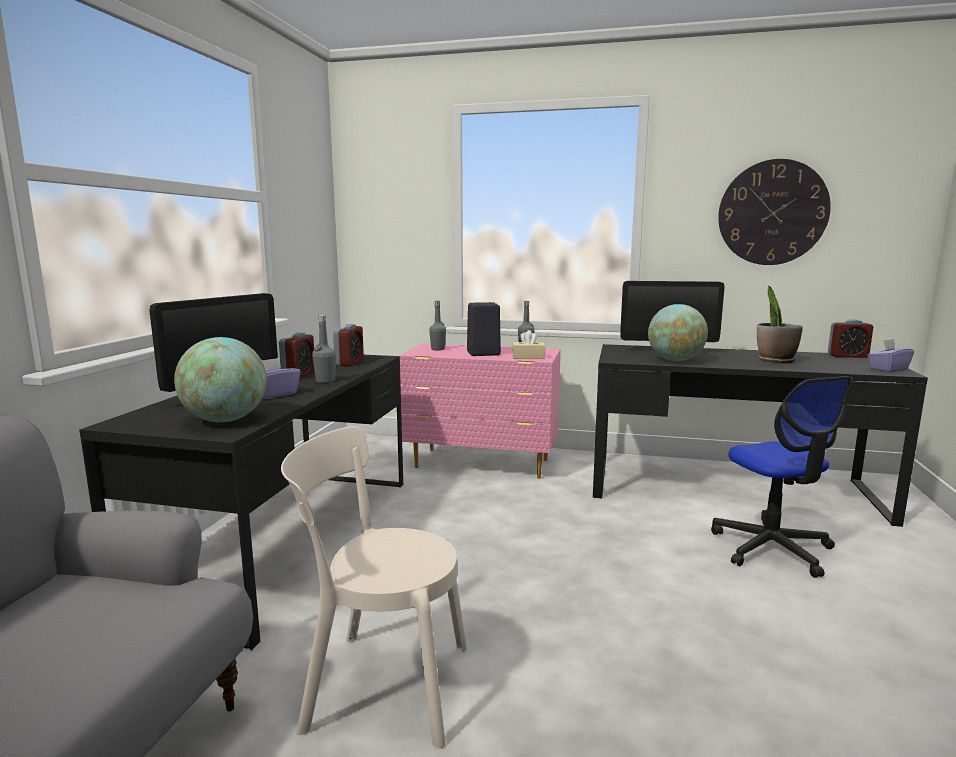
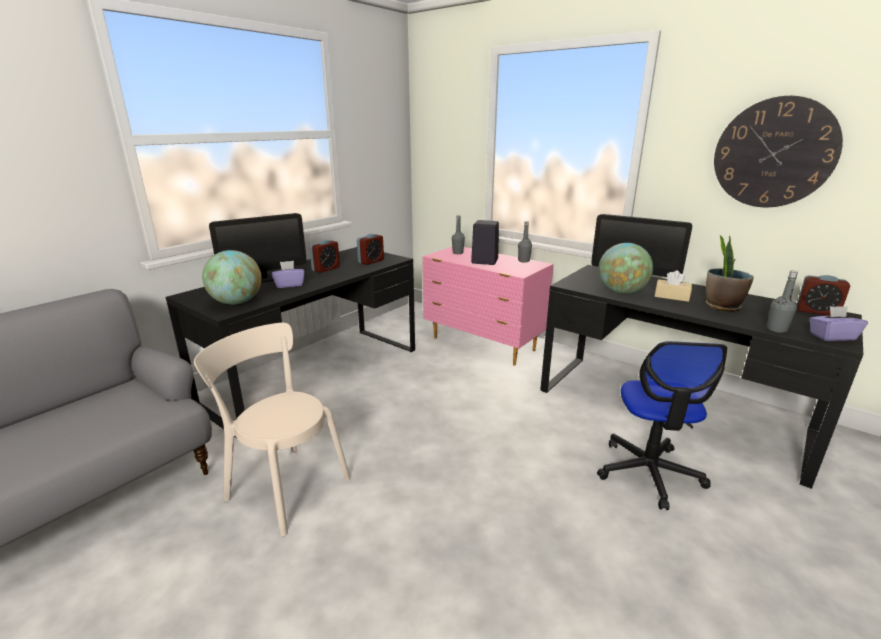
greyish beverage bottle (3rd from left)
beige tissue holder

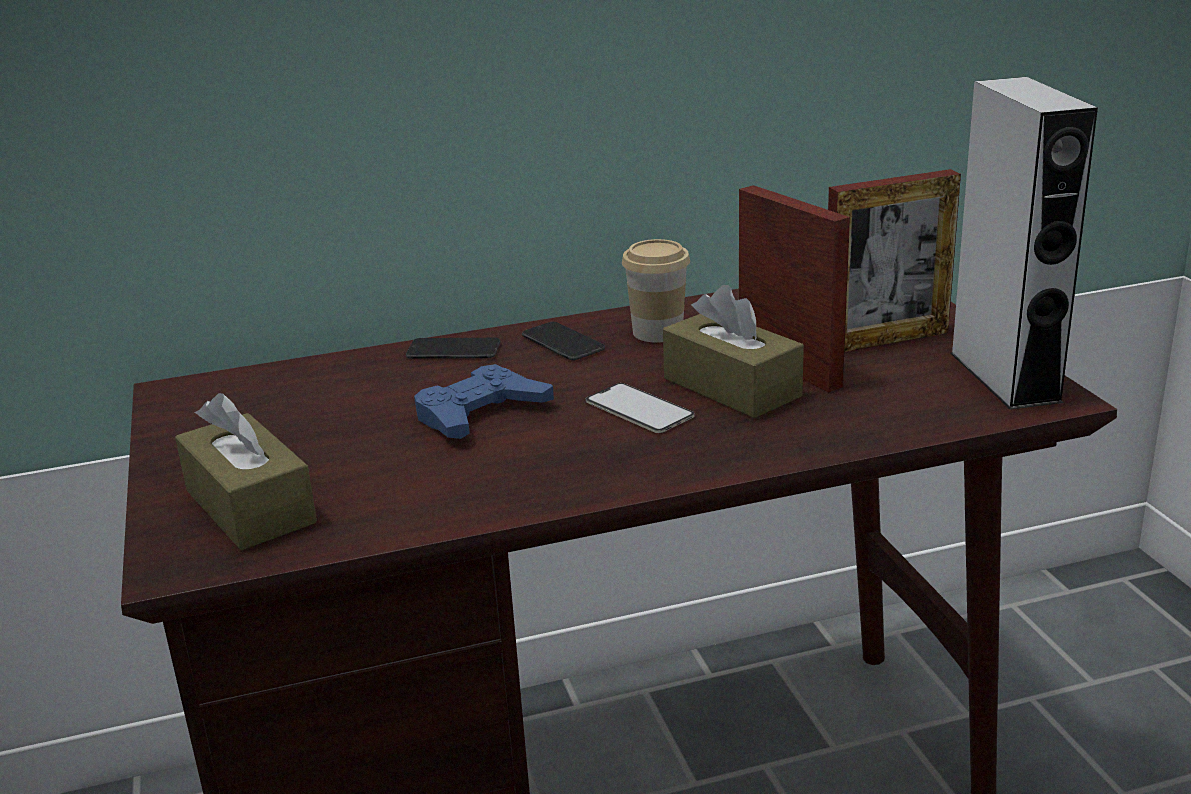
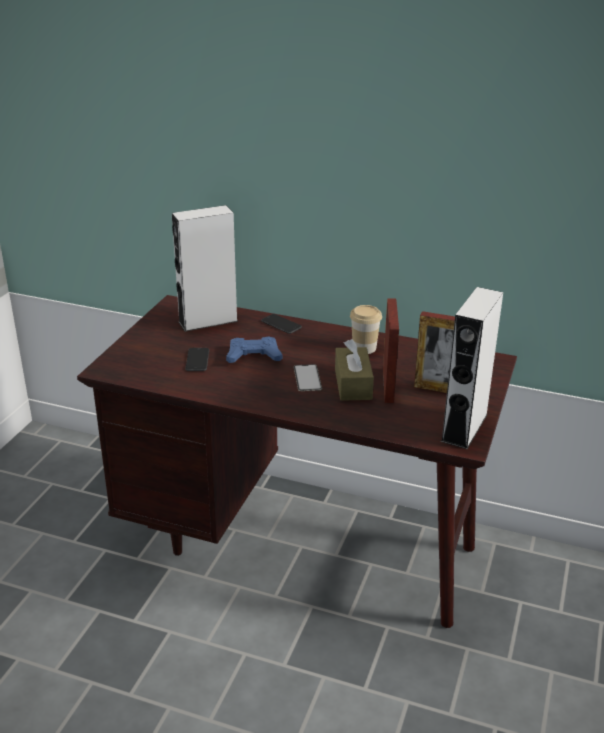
phone (1st from left)
brownish tissue holder (1st from left in the first image)
greyish audio speaker (1st from left)

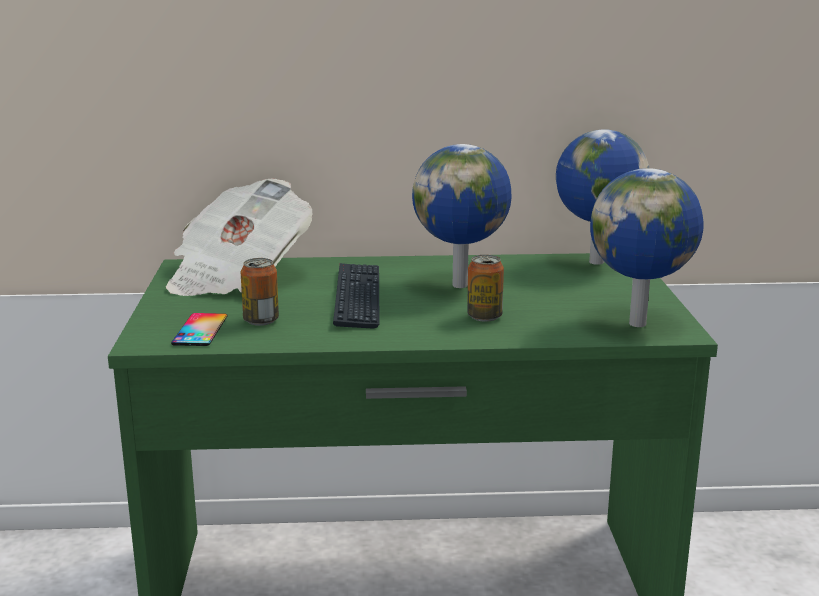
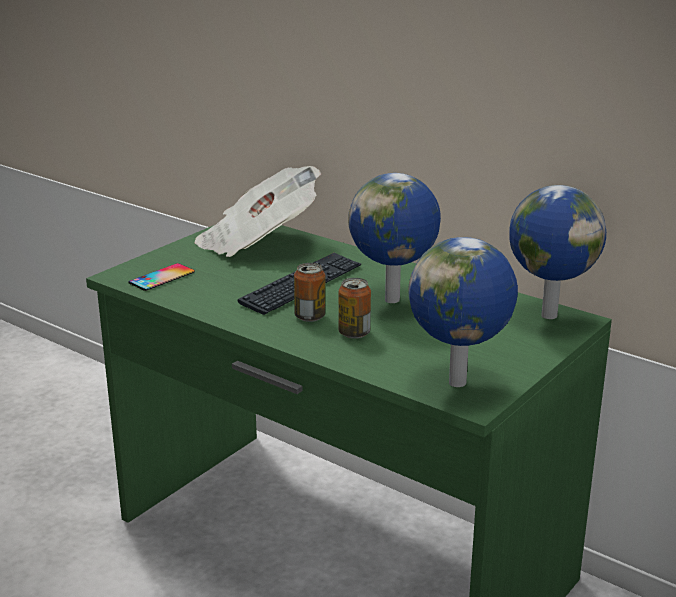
can (1st from left)

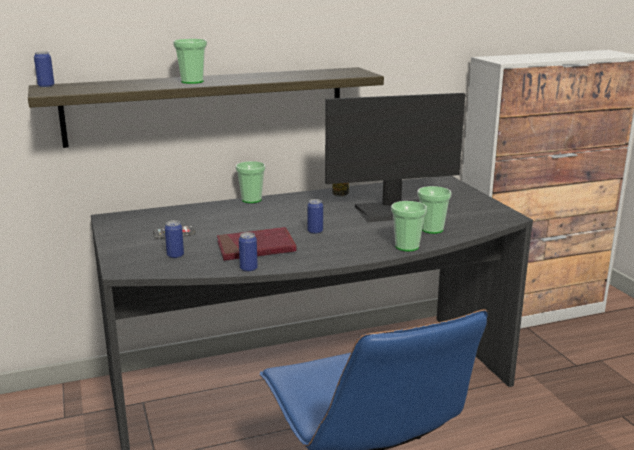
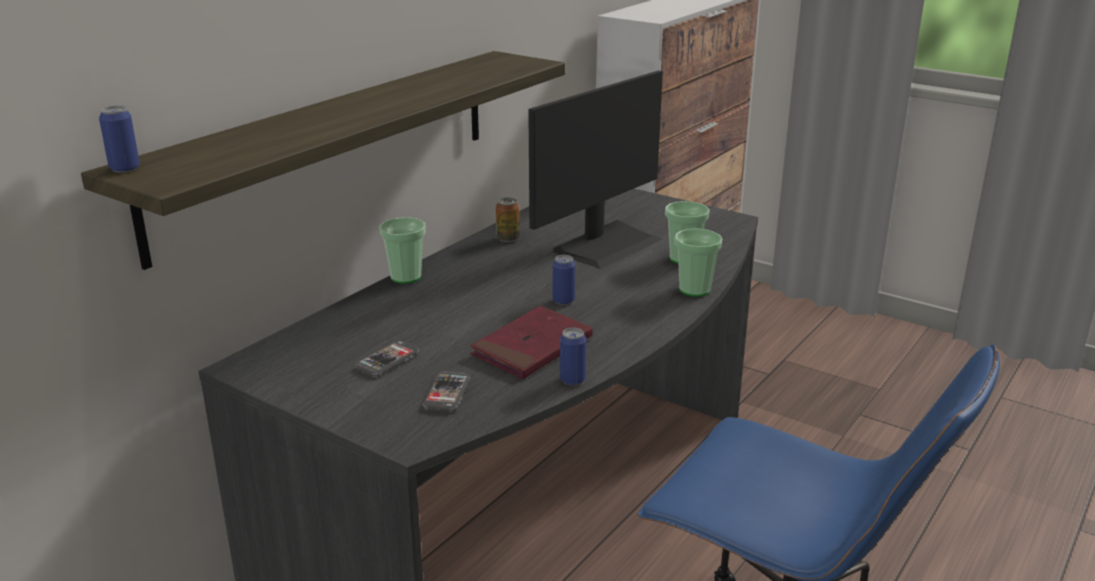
cup (1st from left in the first image)
phone (2nd from left)

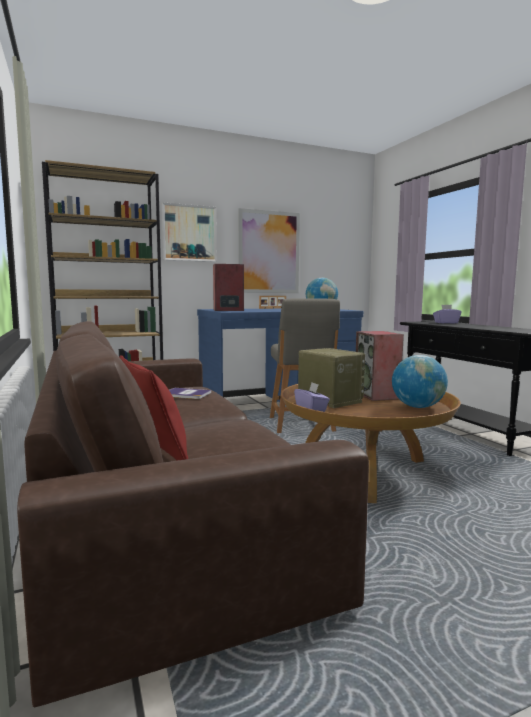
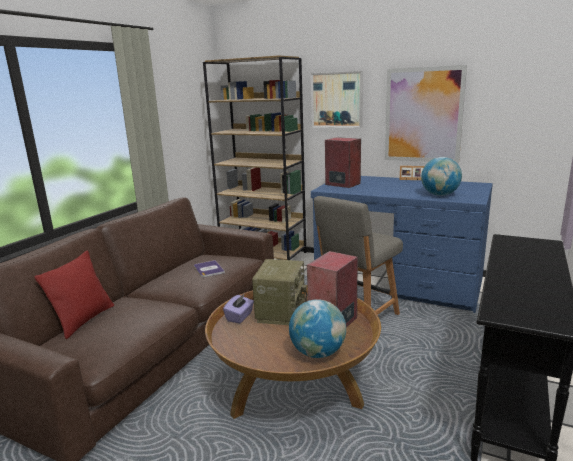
purple-coloured tissue holder (2nd from left in the first image)

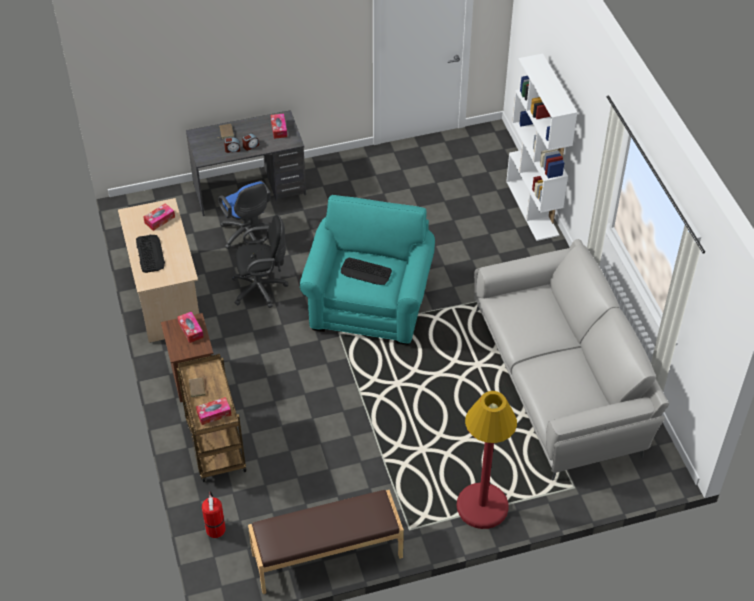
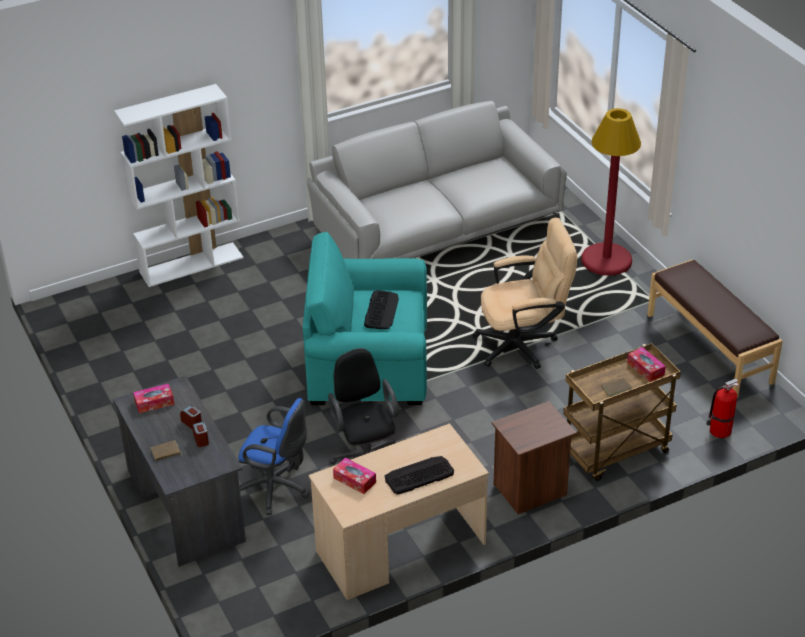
blue-coloured computer chair
tissue holder (2nd from left in the first image)
beige computer chair

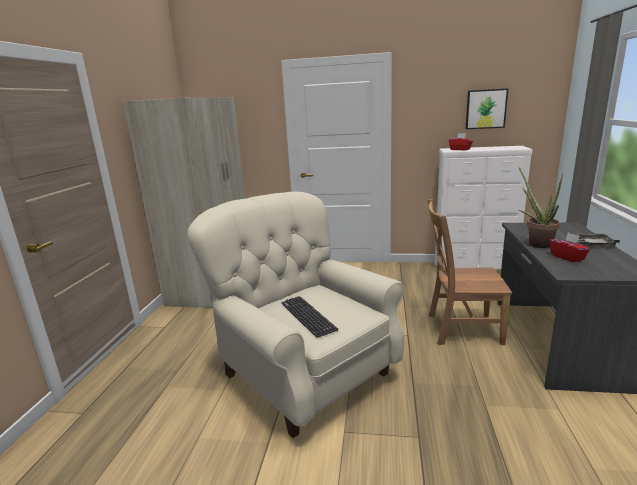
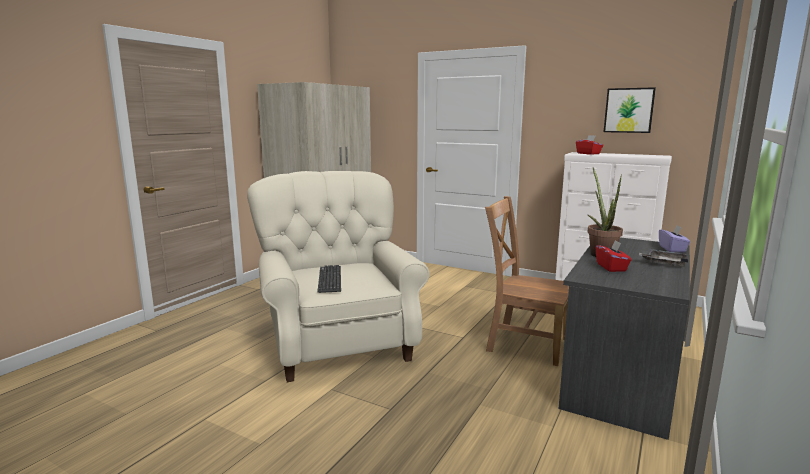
purple-coloured tissue holder

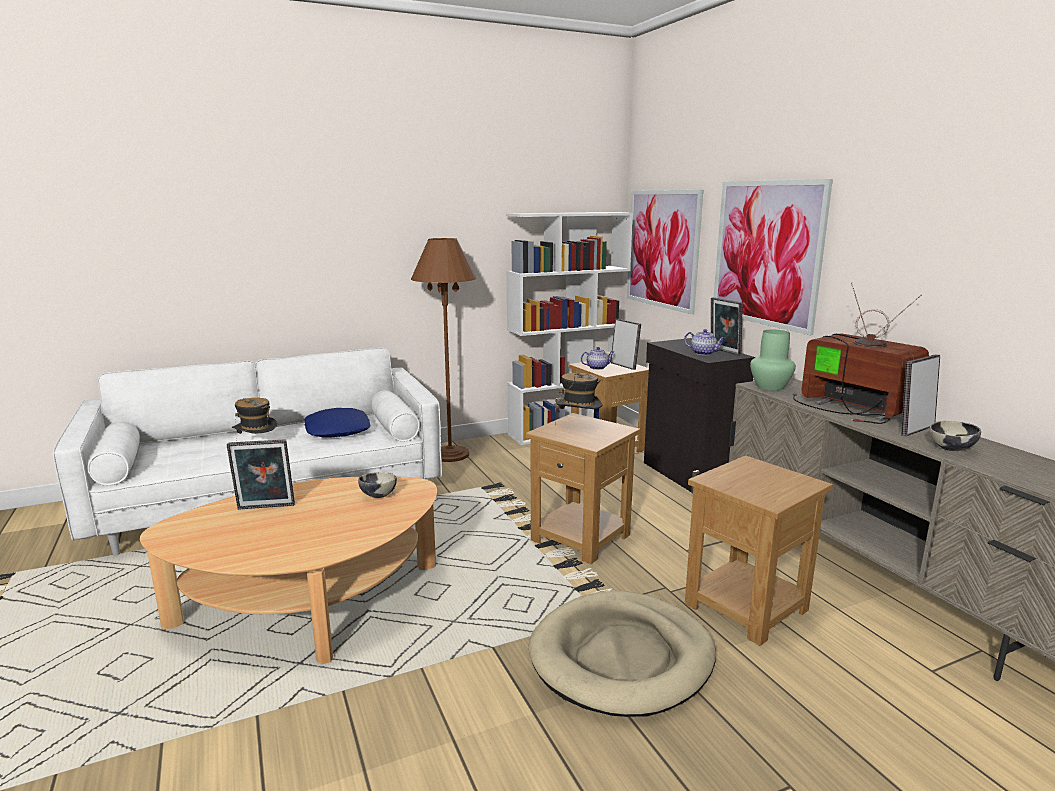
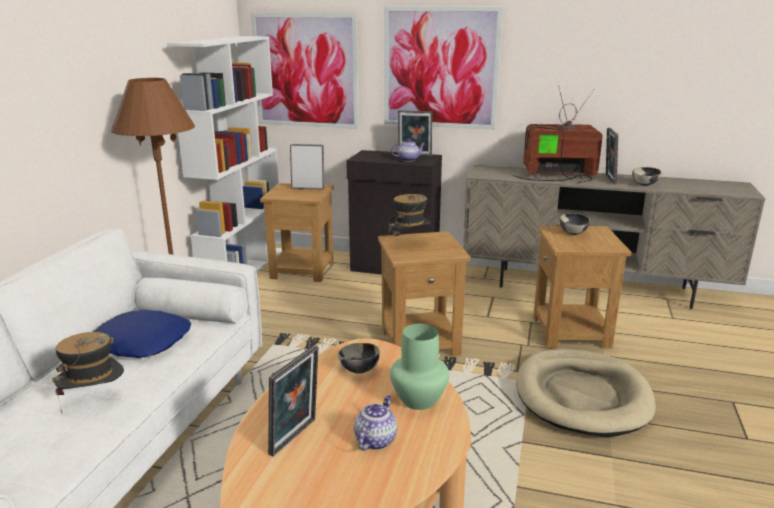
greenish flower vase
pot for tea (1st from left)
serving bowl (2nd from left)

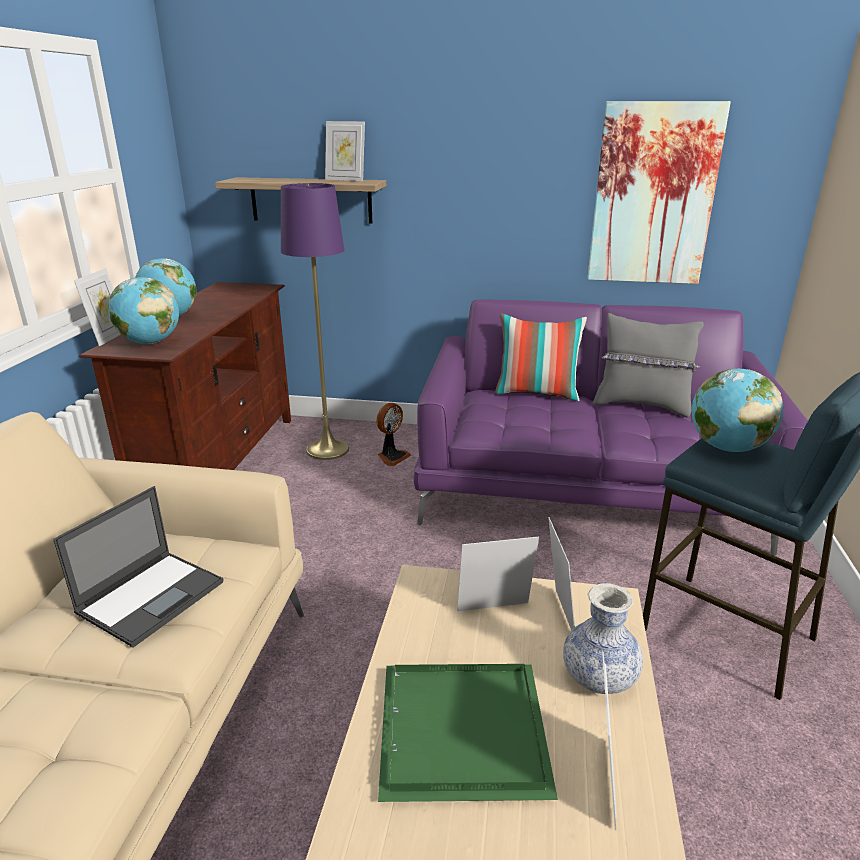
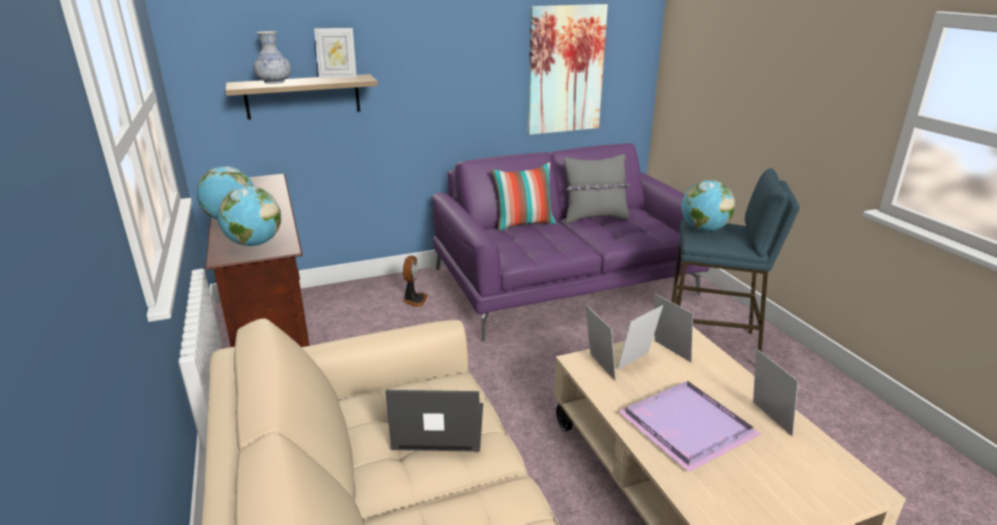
purple-coloured standard lamp
photo frame (2nd from left)
portable computer
flower vase
purple-coloured tray

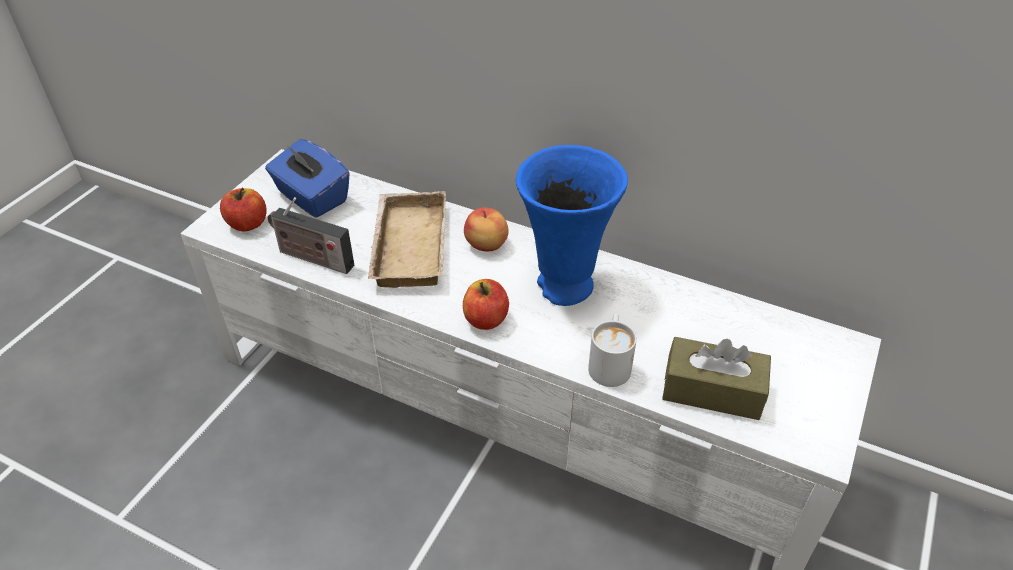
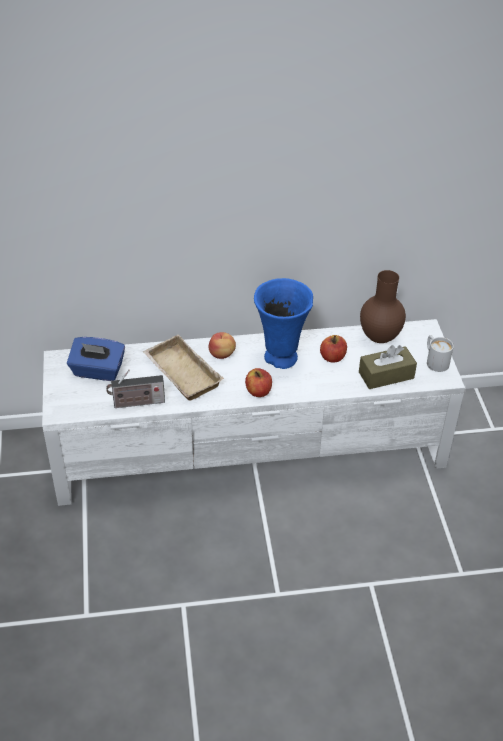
apple fruit (3rd from left)
whitish tea mug
brownish flower vase

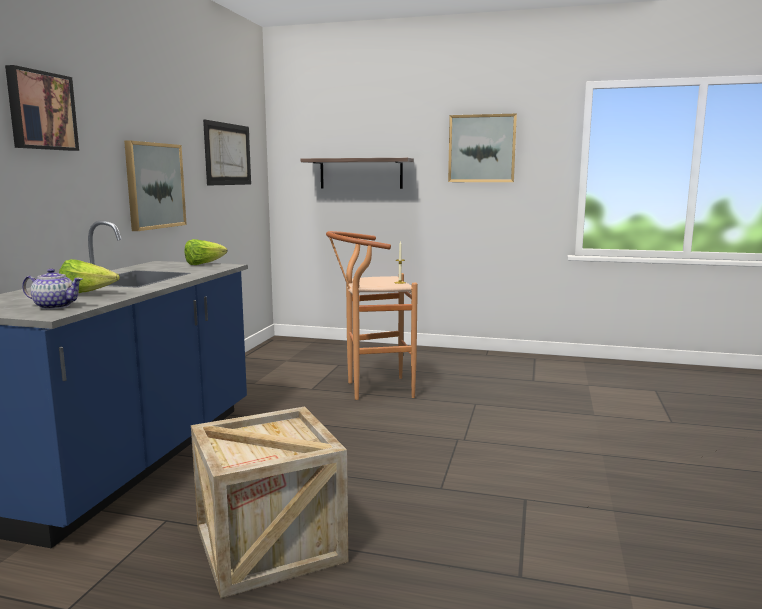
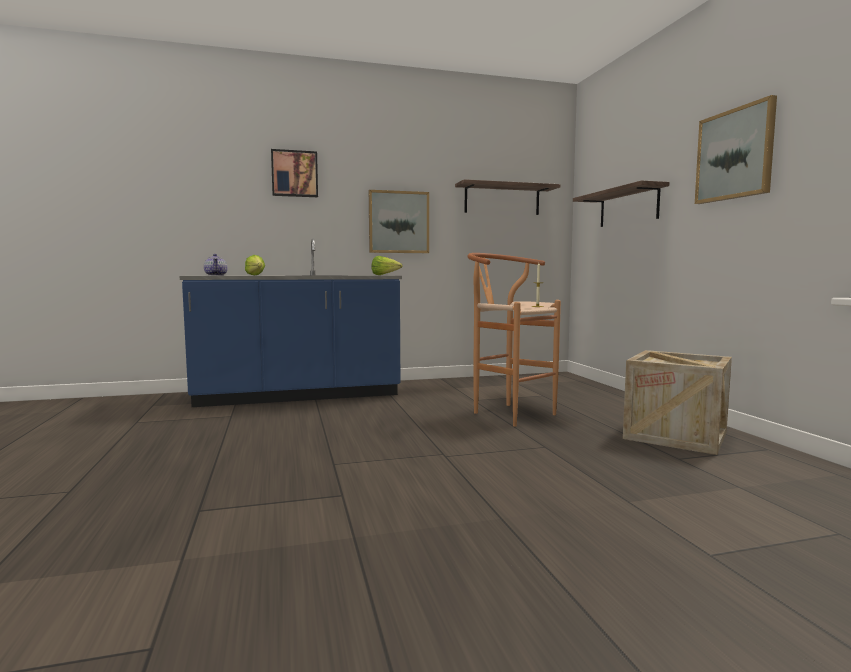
shelf (1st from left)
packing crate

